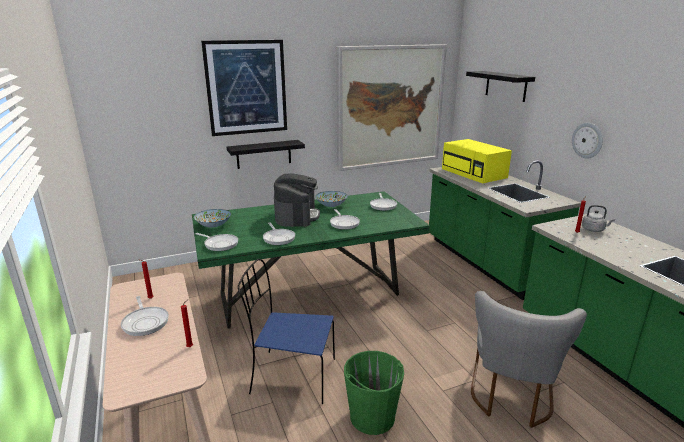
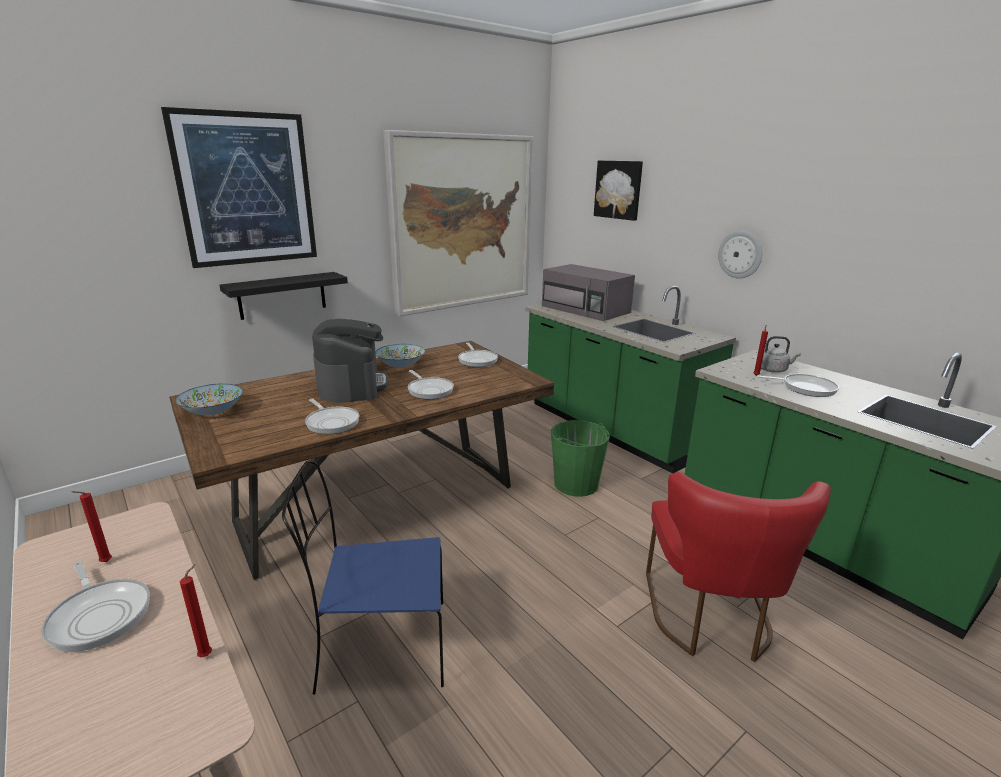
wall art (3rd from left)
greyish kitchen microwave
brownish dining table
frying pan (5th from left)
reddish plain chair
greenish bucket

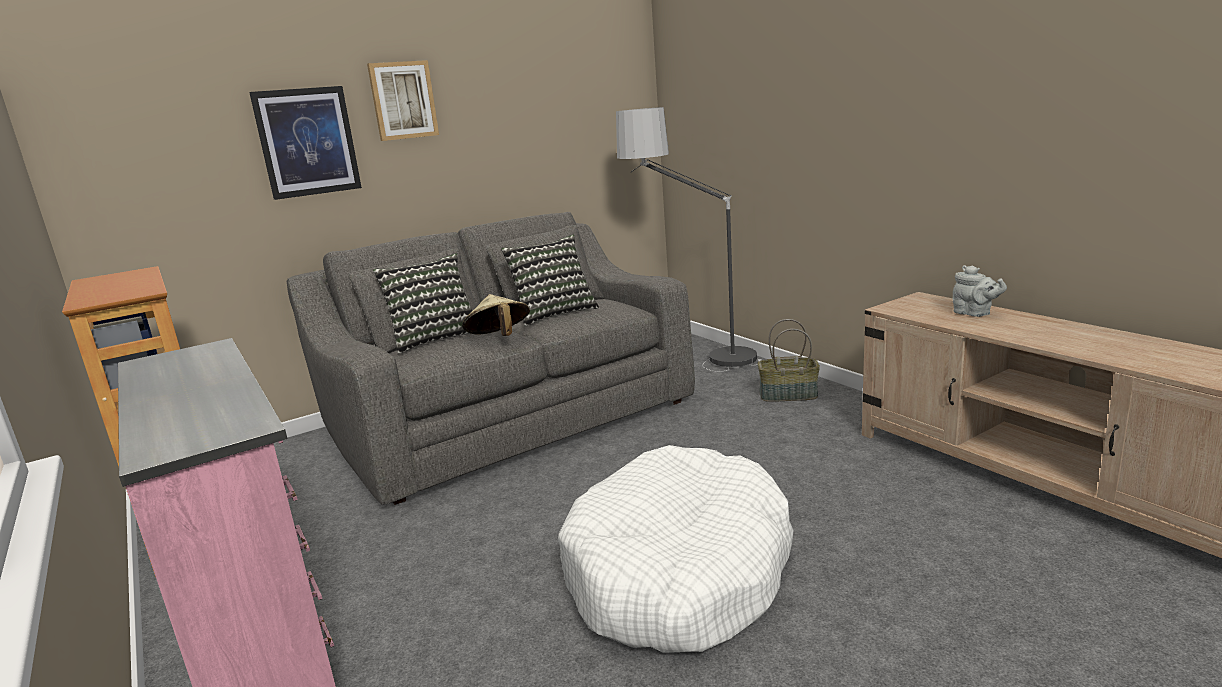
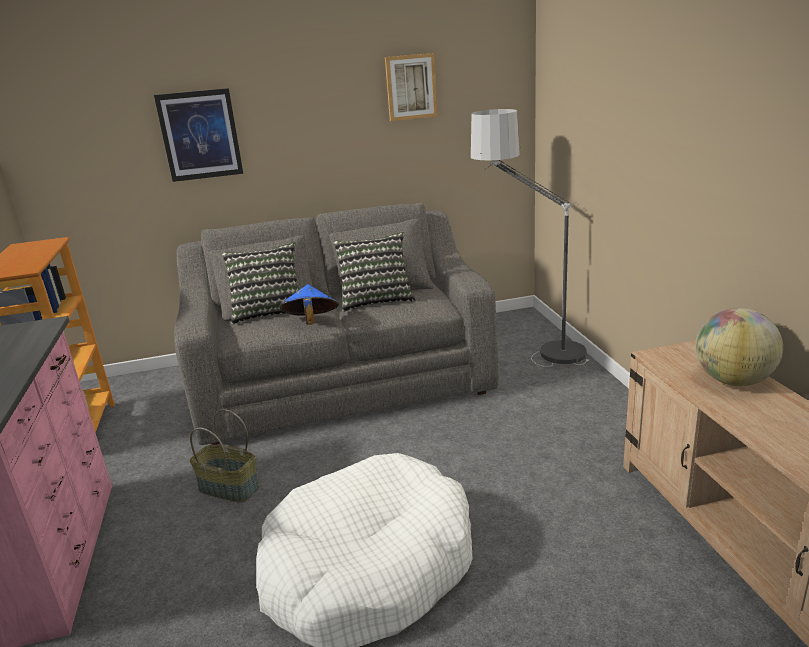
wall art (2nd from left)
world globe
blue-coloured clothing hat
household basket

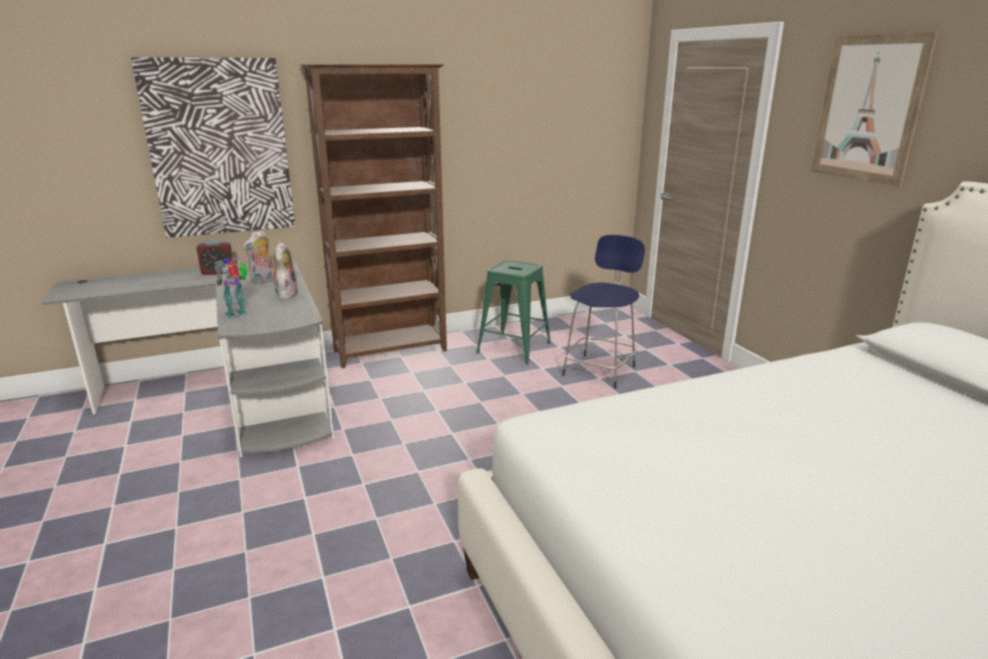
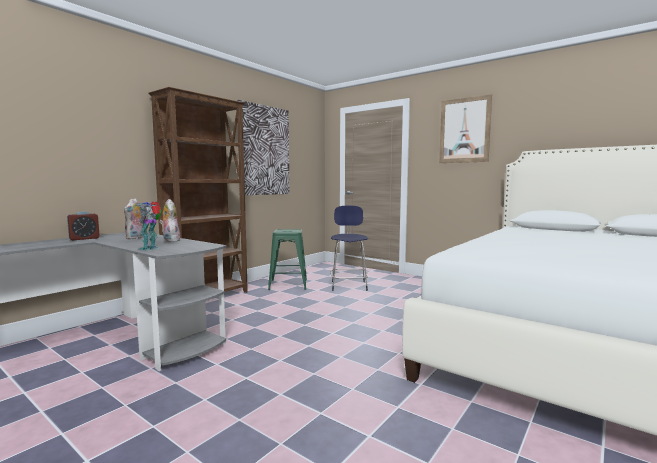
wall art (1st from left)

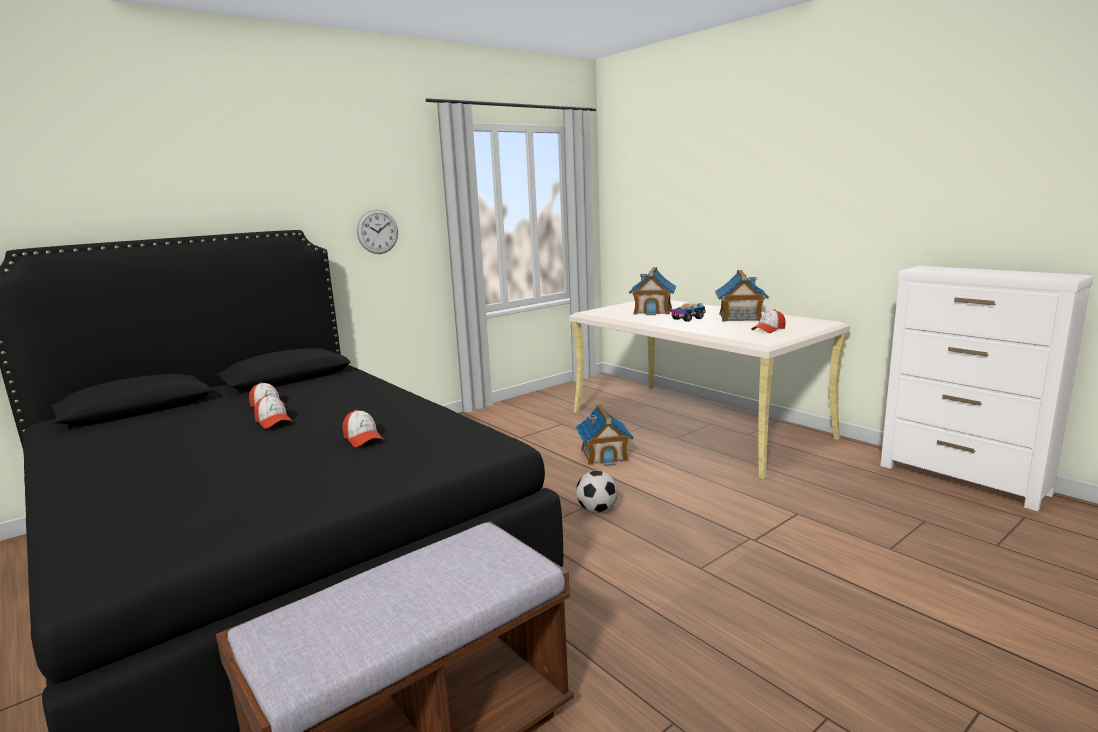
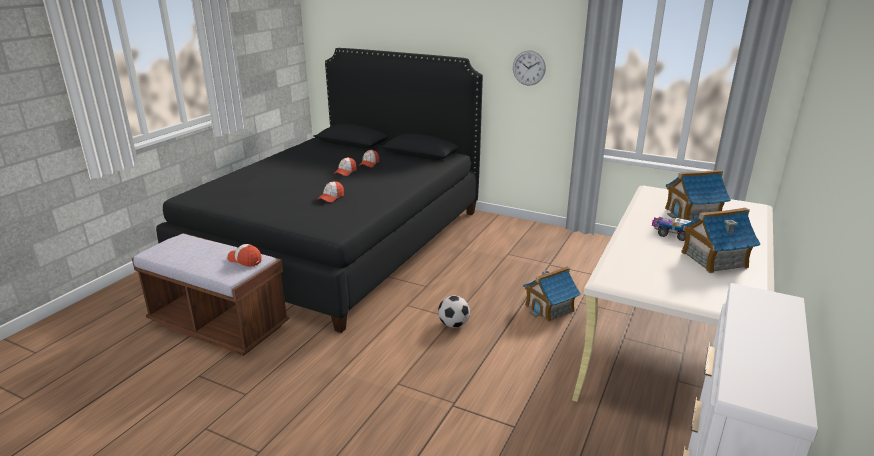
peaked cap (1st from left)

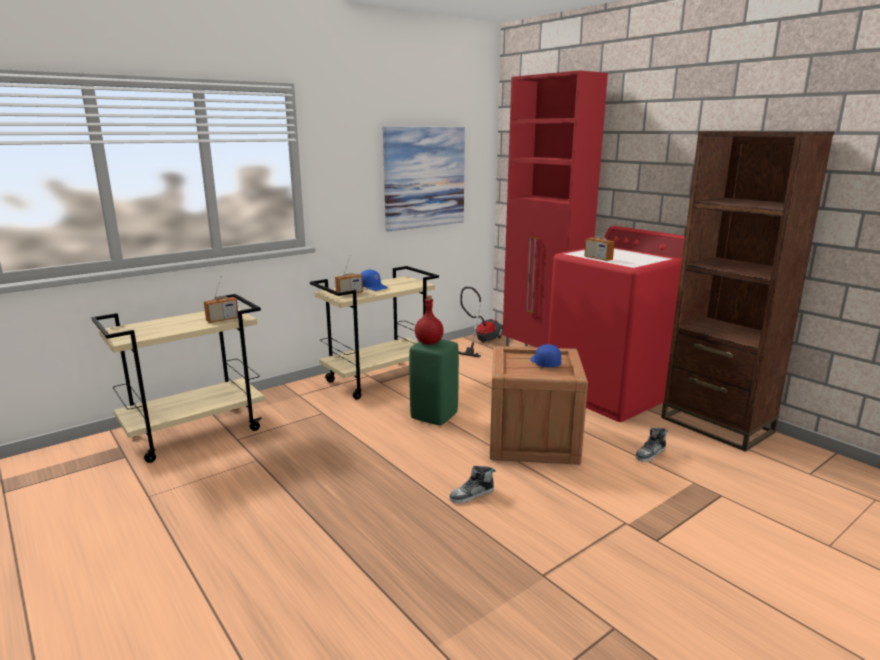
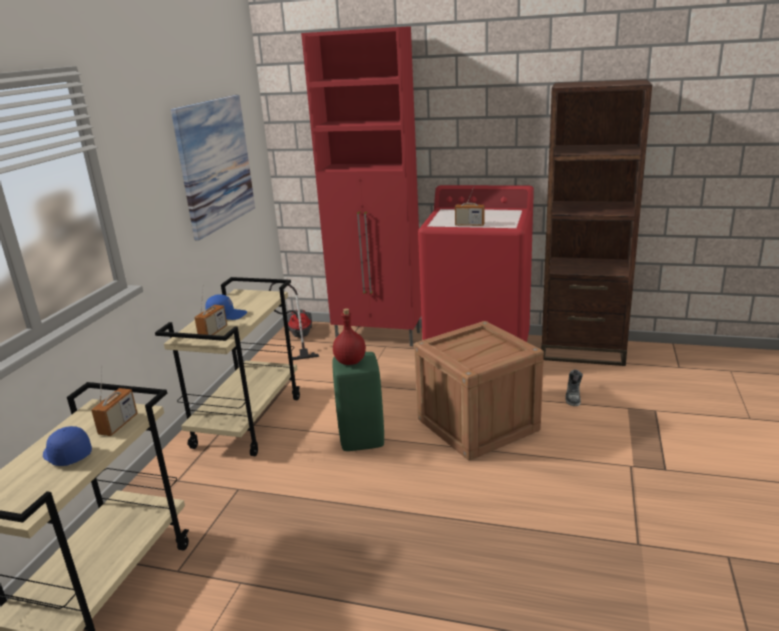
blue-coloured peaked cap (1st from left)
shoe (1st from left in the first image)

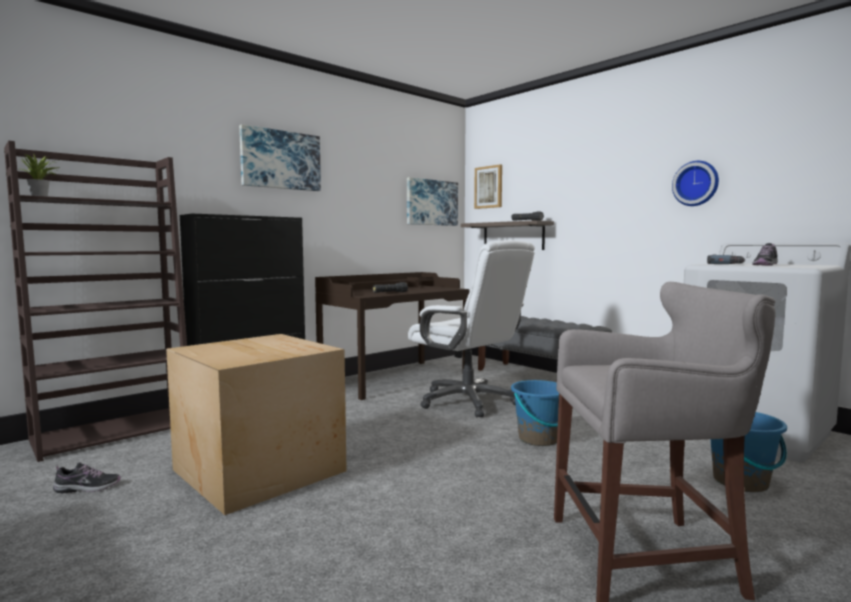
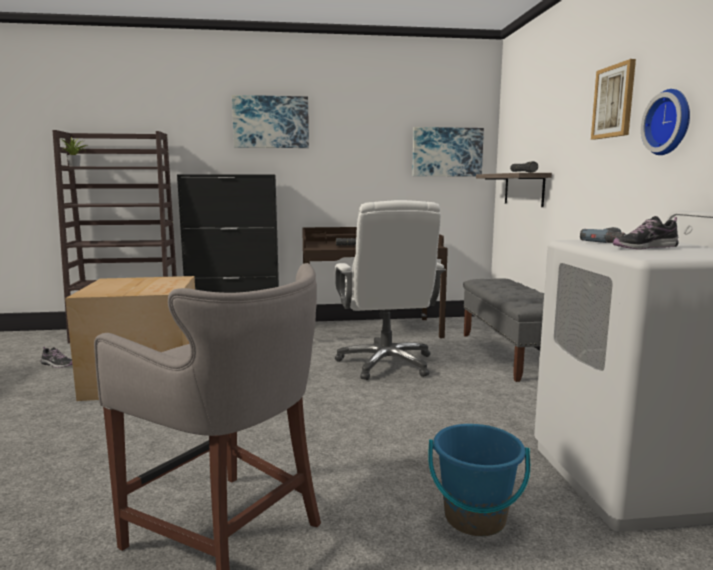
wall art (3rd from left)
blue-coloured bucket (1st from left in the first image)

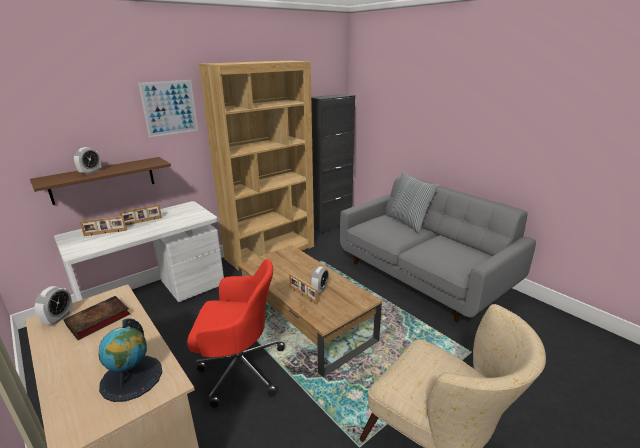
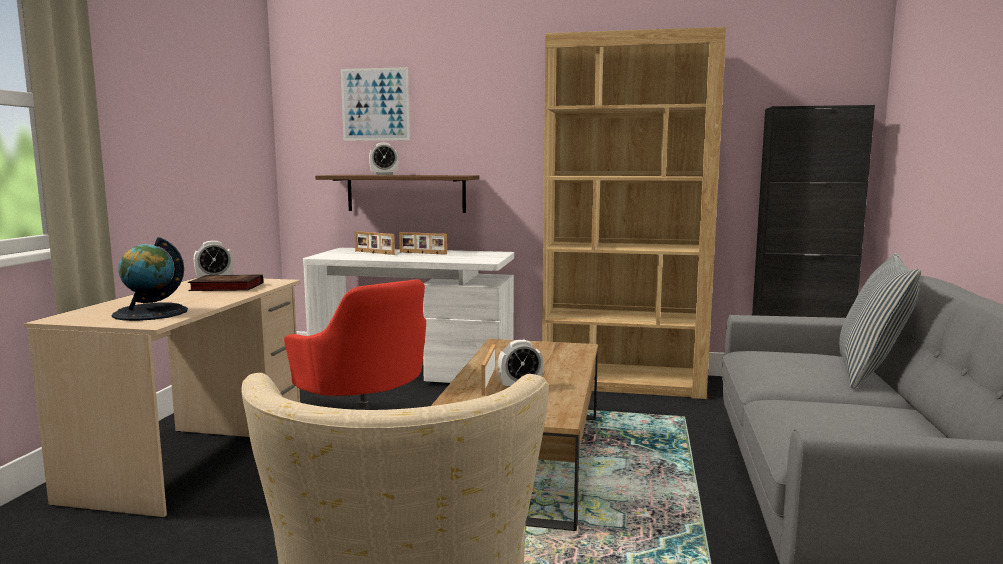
wall art

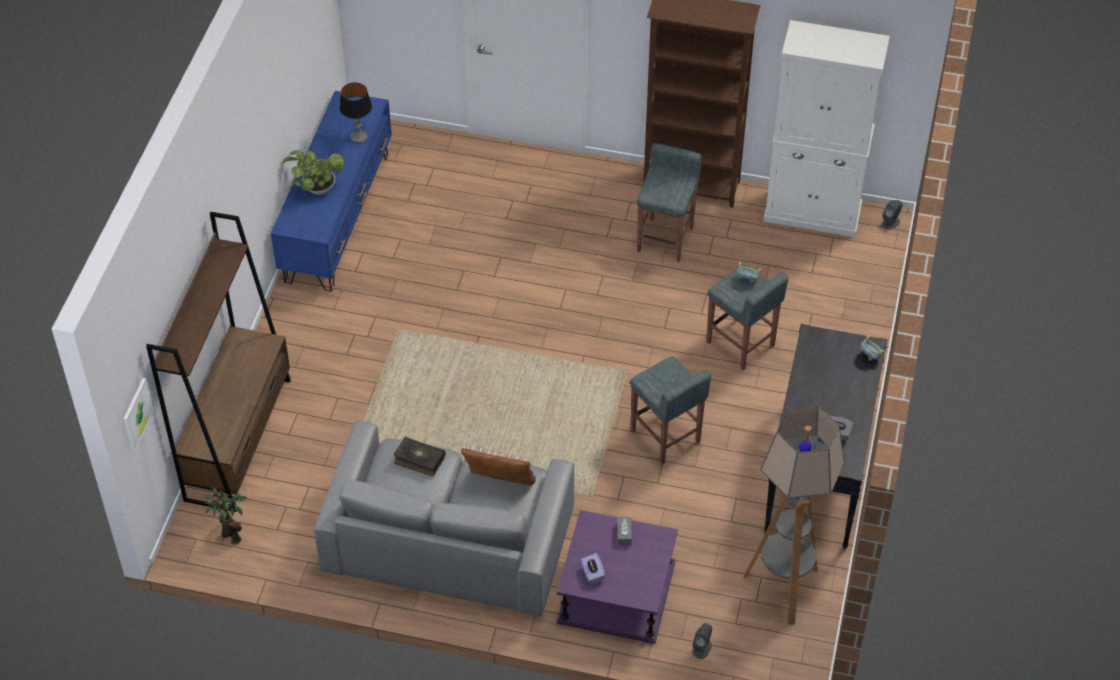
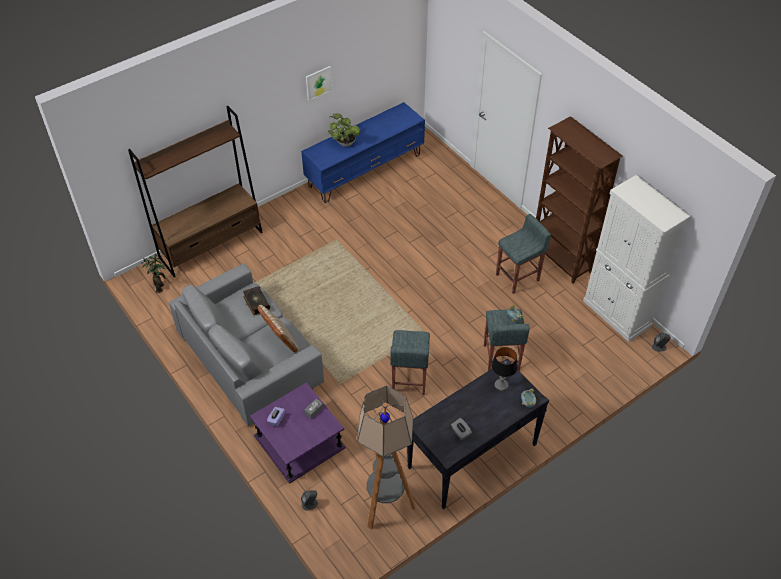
table lamp
wall art

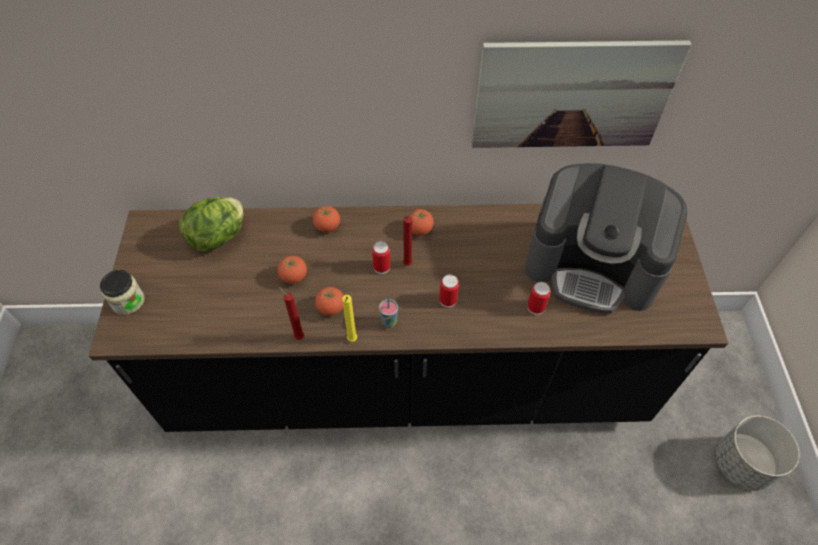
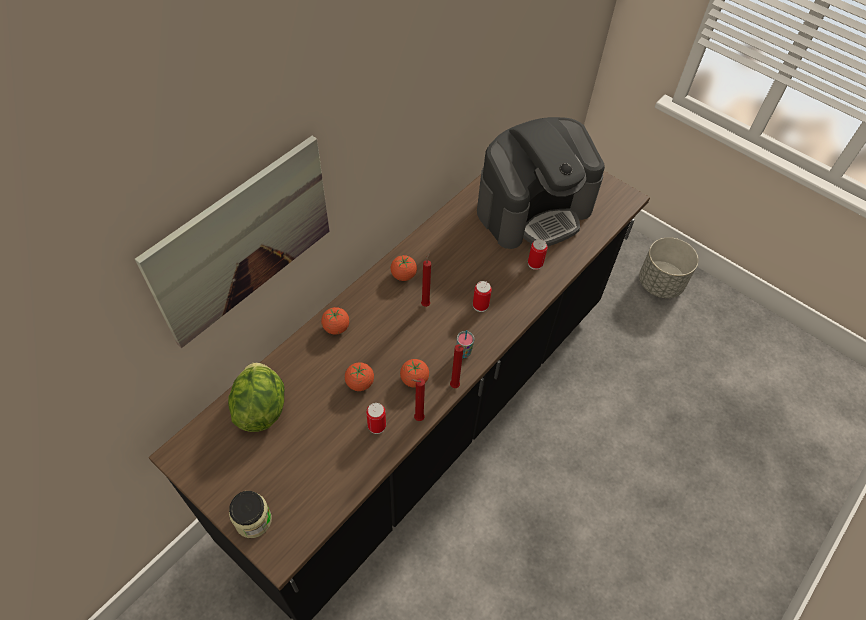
wall art
can (1st from left)
reddish wax candle (3rd from left)

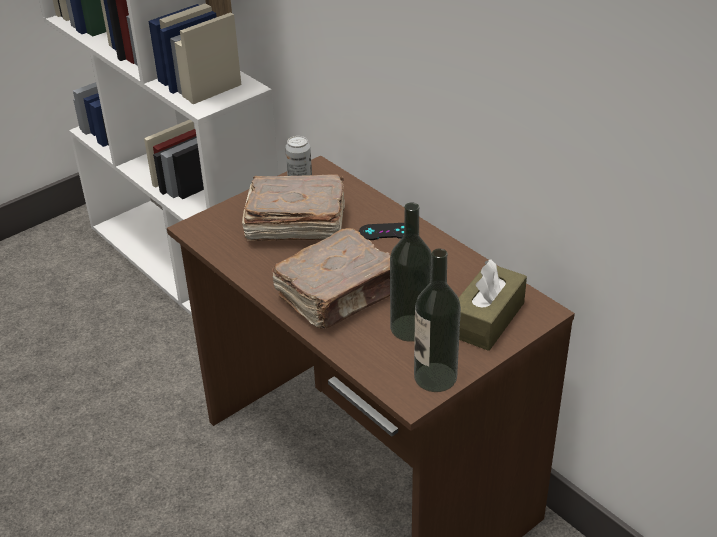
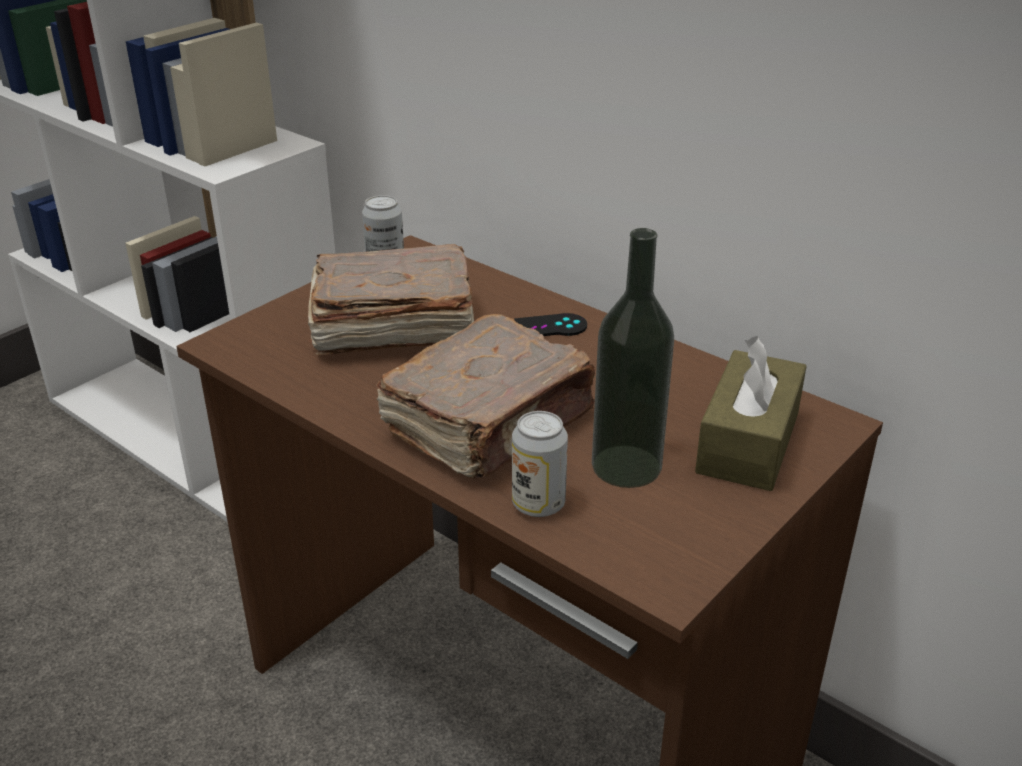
beverage bottle (2nd from left in the first image)
can (2nd from left)

